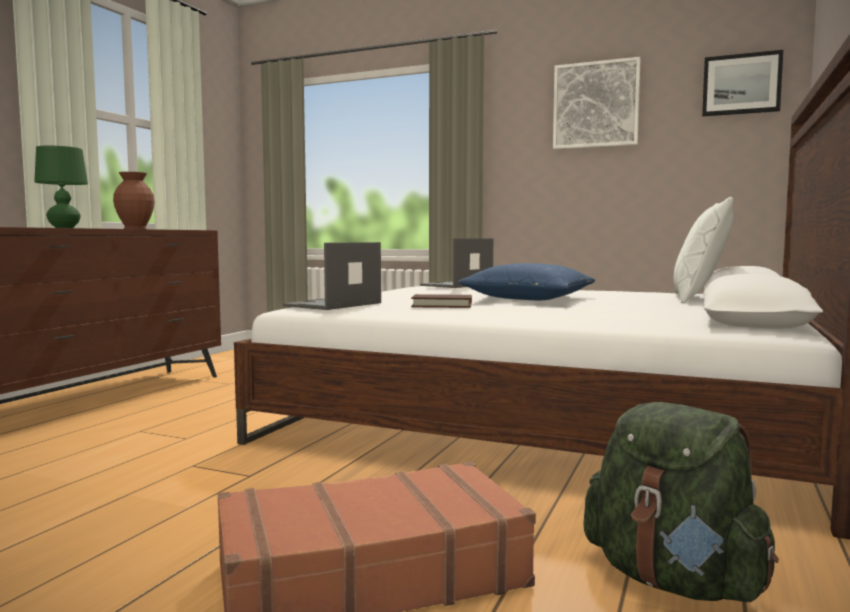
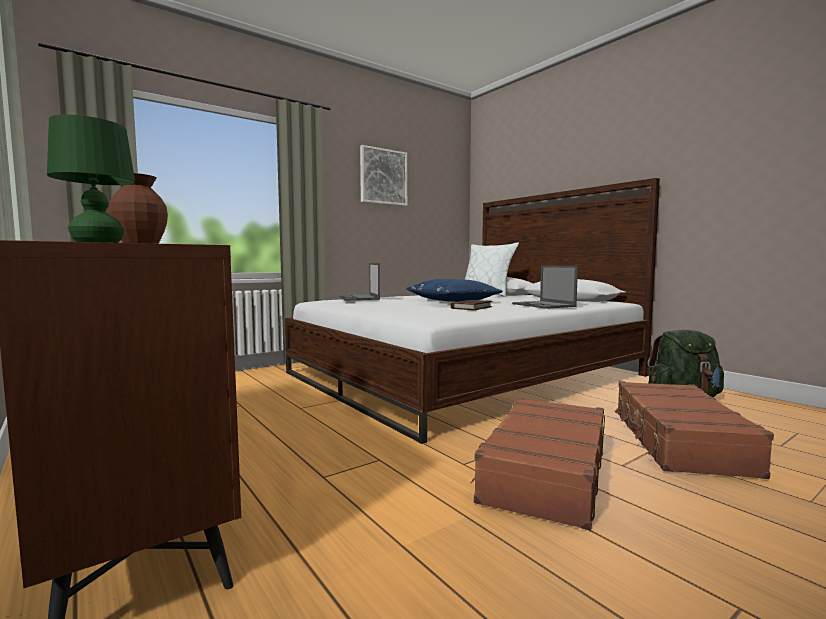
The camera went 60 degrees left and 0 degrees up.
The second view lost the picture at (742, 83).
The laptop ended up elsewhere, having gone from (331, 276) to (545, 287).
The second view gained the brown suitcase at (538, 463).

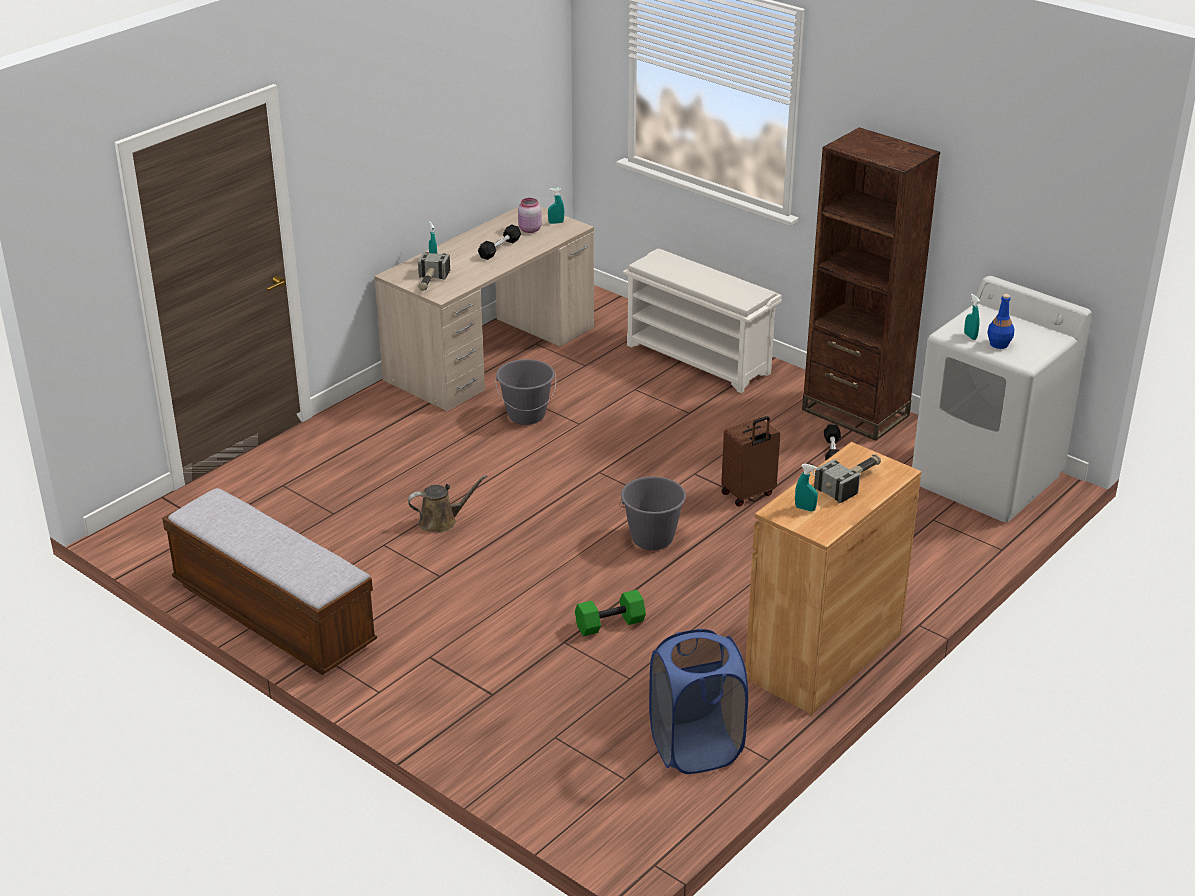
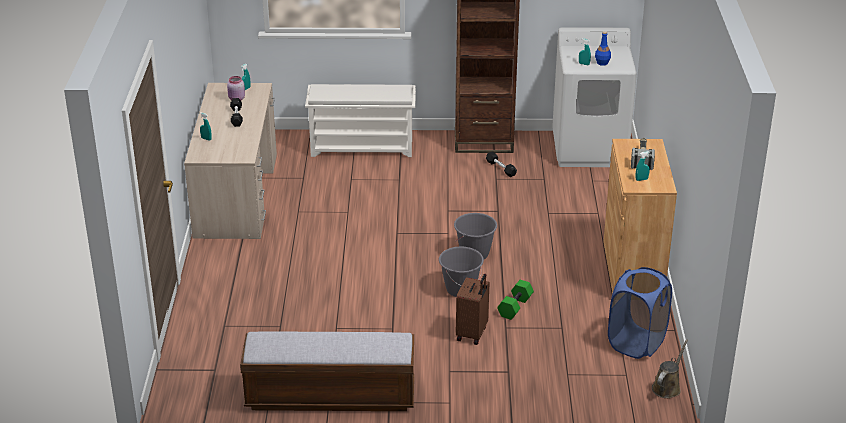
The camera went 40 degrees left and 0 degrees up.
The second view lost the hammer at (434, 271).
The grey bucket ended up elsewhere, having gone from (525, 392) to (461, 272).
The brown suitcase ended up elsewhere, having gone from (750, 461) to (472, 309).
The brown watering can ended up elsewhere, having gone from (448, 504) to (670, 369).

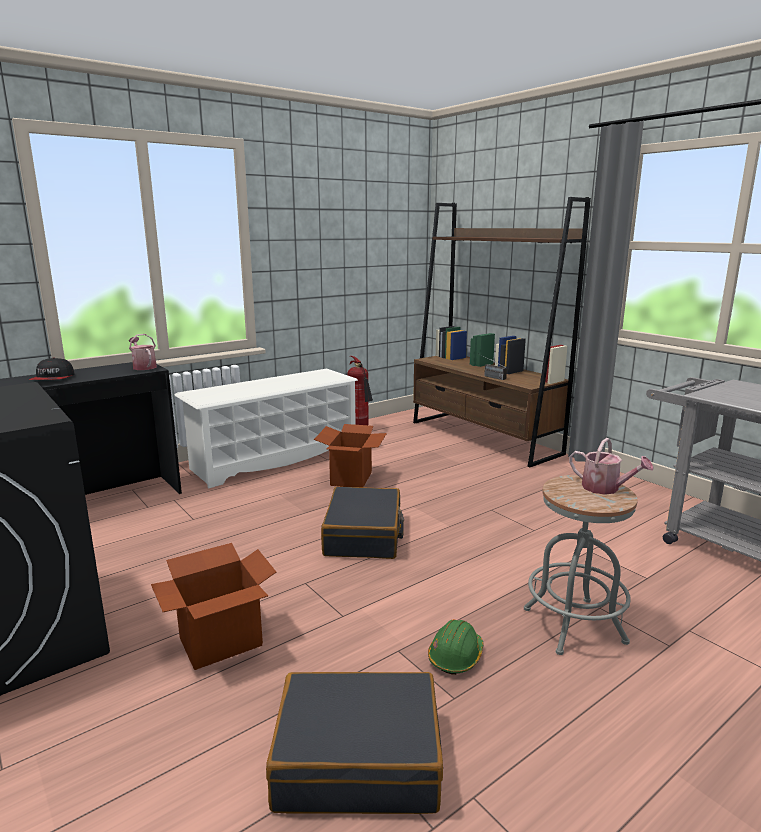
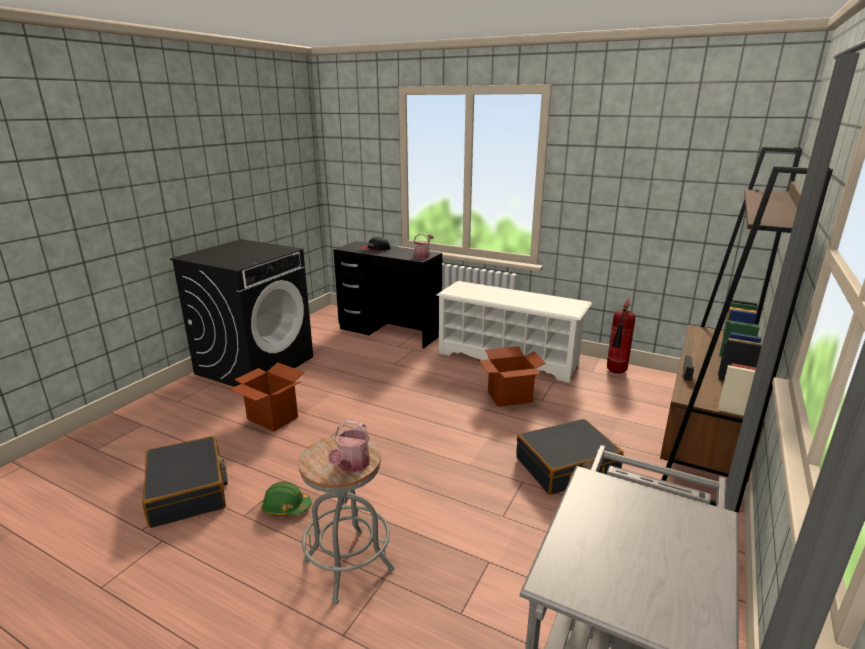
The camera went 65 degrees right and 5 degrees up.
The black suitcase ended up elsewhere, having gone from (362, 523) to (570, 457).

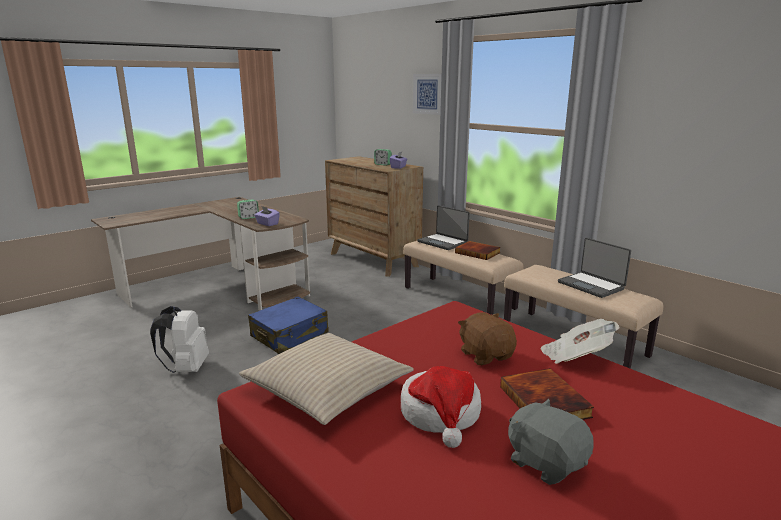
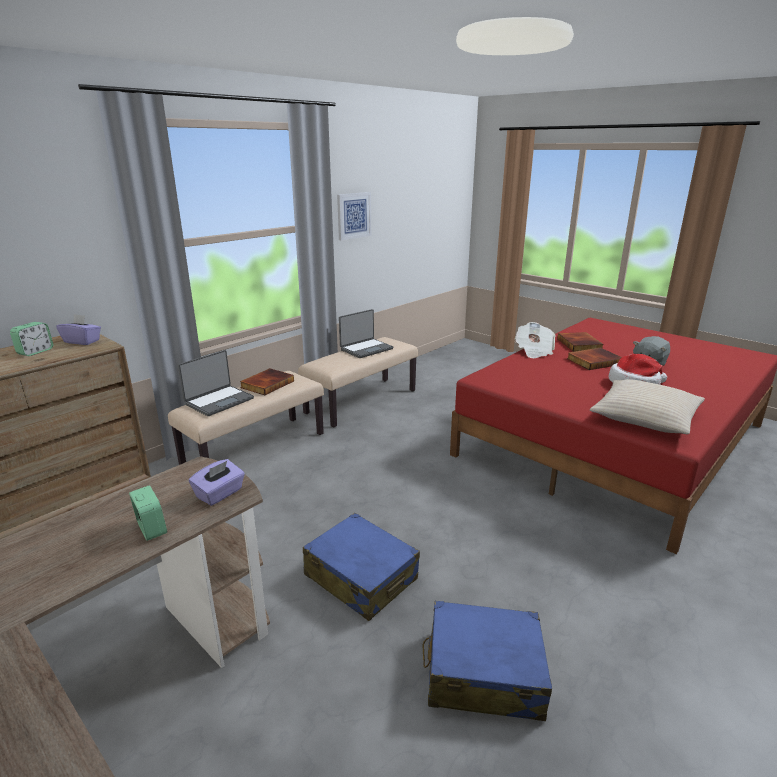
The camera went 95 degrees left and 5 degrees up.
The picture ended up elsewhere, having gone from (427, 94) to (354, 216).
Where the white backpack stood at (179, 339), the blue suitcase came to stand at (487, 661).
The second view lost the brown plush toy at (487, 338).
The second view gained the book at (580, 342).

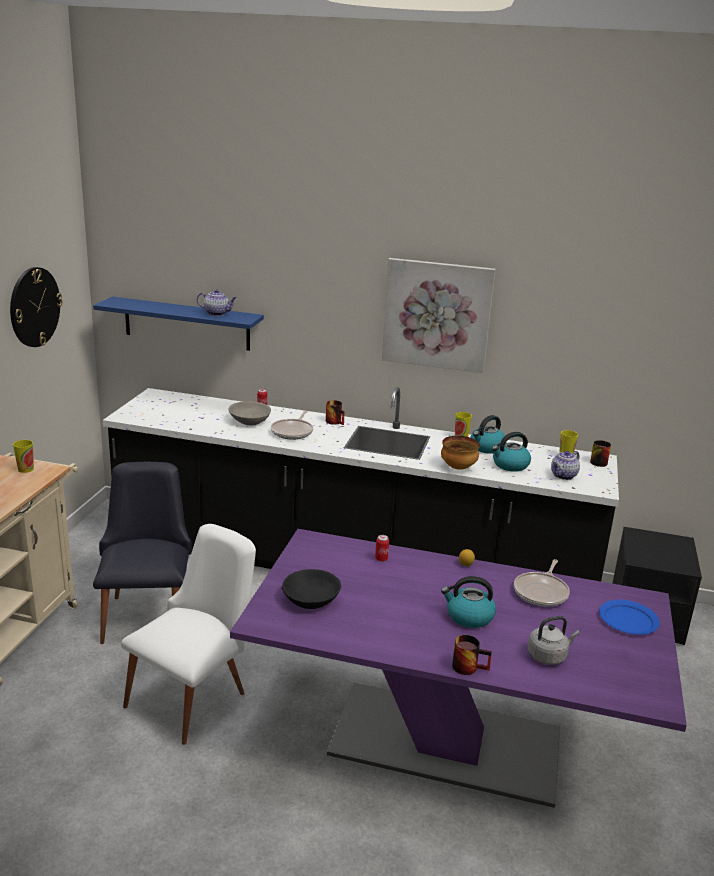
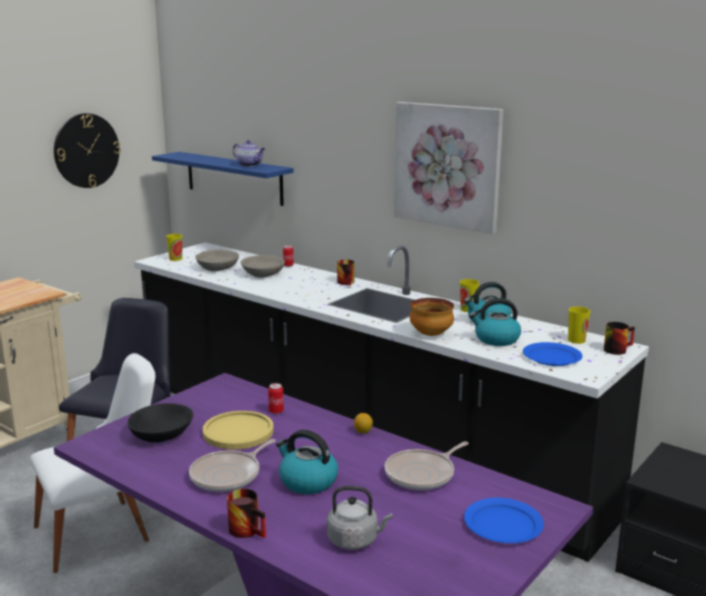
The camera went 25 degrees right and 5 degrees down.
The frying pan ended up elsewhere, having gone from (292, 425) to (232, 465).
The cup ended up elsewhere, having gone from (23, 456) to (174, 247).
Where the teapot stood at (565, 465), the blue plate came to stand at (552, 354).
The second view gained the grey bowl at (217, 260).
The second view gained the yellow plate at (238, 430).

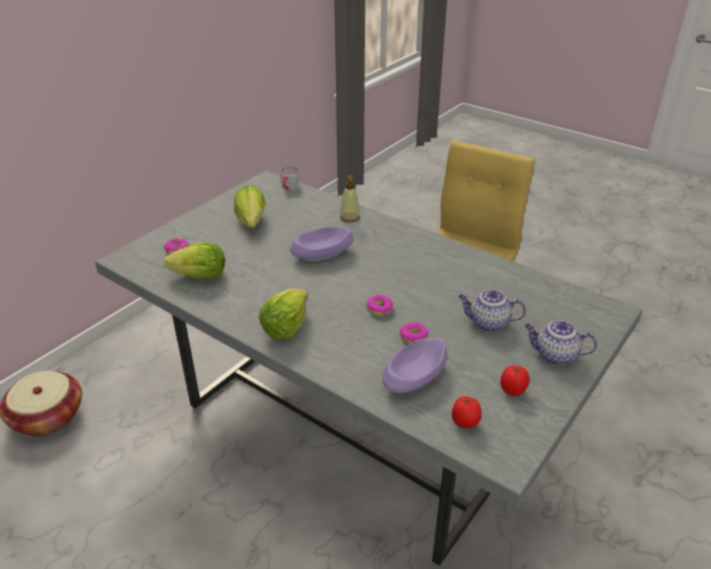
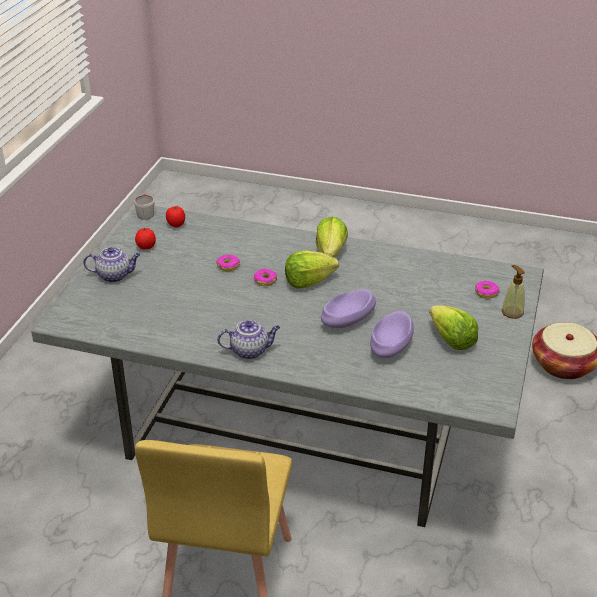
The camera went 160 degrees right and 0 degrees up.
The grey mug ended up elsewhere, having gone from (289, 178) to (144, 207).
The soap dispenser ended up elsewhere, having gone from (350, 198) to (513, 292).
The lettuce ended up elsewhere, having gone from (194, 260) to (312, 270).
The teapot ended up elsewhere, having gone from (492, 310) to (248, 339).
The purple bowl ended up elsewhere, having gone from (414, 365) to (392, 335).

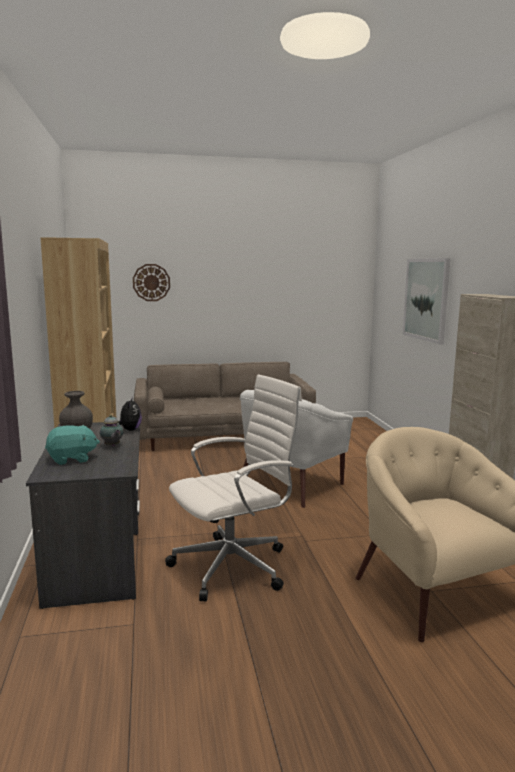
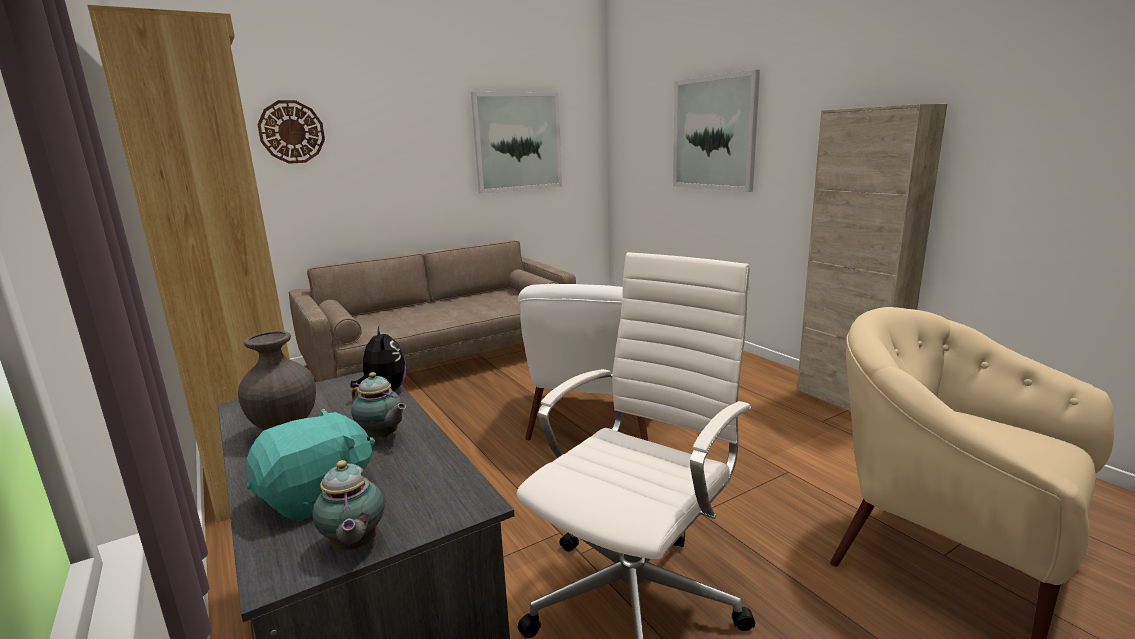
The camera went 20 degrees left and 5 degrees up.
The second view gained the picture at (516, 143).
The second view gained the teapot at (348, 505).

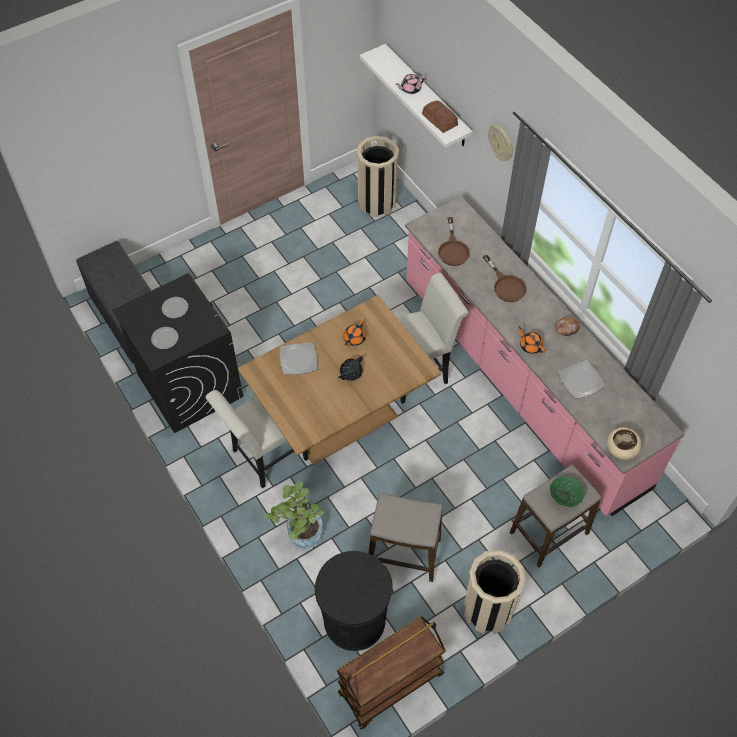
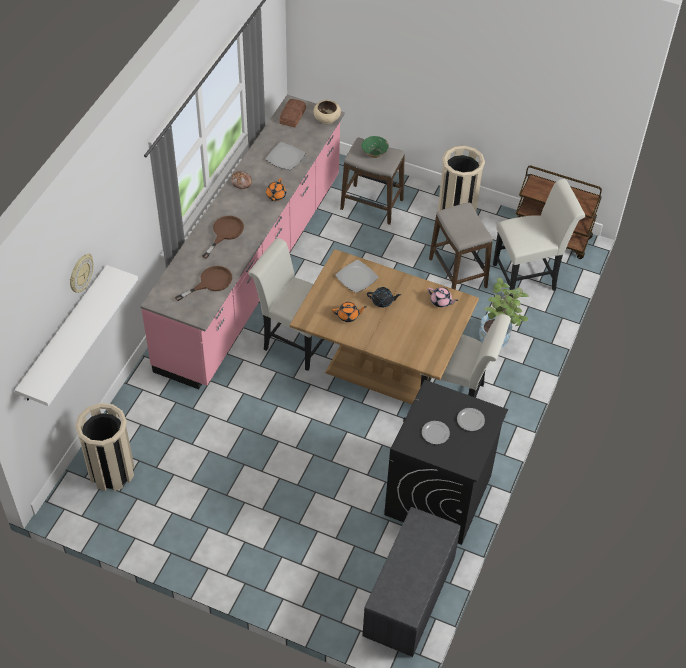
The camera went 125 degrees left and 5 degrees down.
The pink teapot ended up elsewhere, having gone from (410, 84) to (442, 297).
The bread ended up elsewhere, having gone from (440, 117) to (292, 113).
The wall clock ended up elsewhere, having gone from (500, 143) to (82, 273).
The plate ended up elsewhere, having gone from (298, 359) to (357, 276).
Where the black trash can stood at (354, 601), the white chair came to stand at (539, 238).

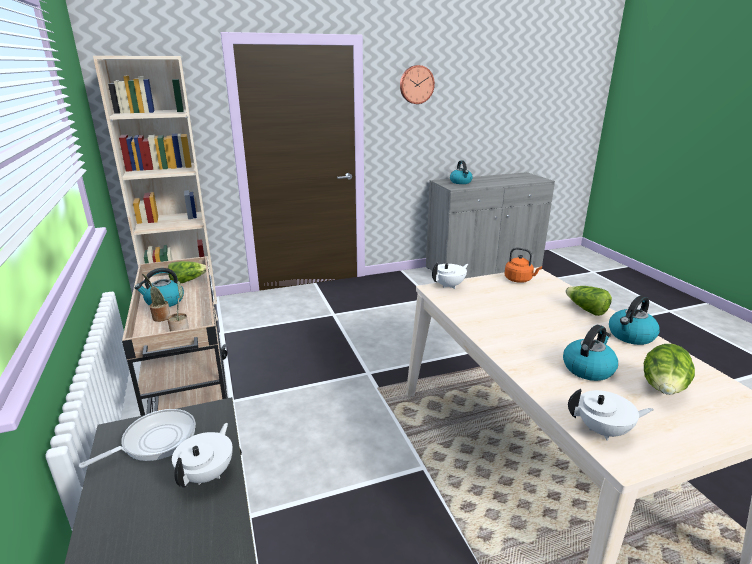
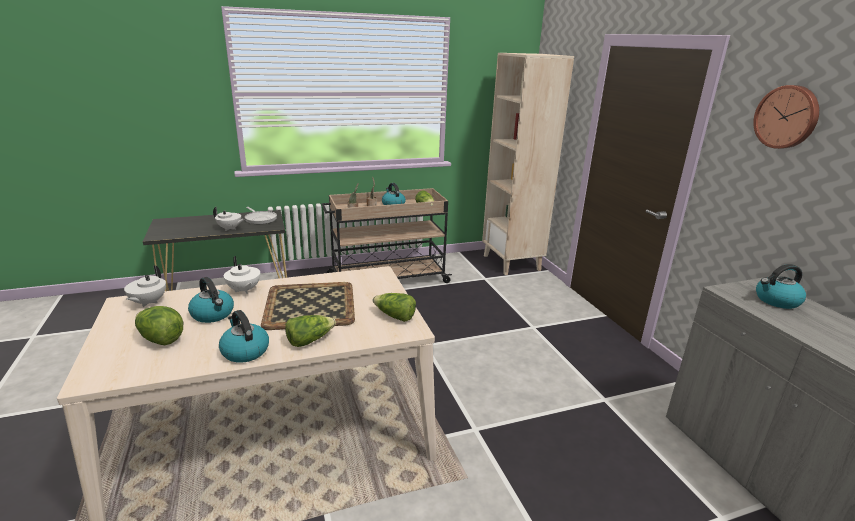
The camera went 90 degrees right and 0 degrees up.
Where the orange kettle stood at (523, 265), the lettuce came to stand at (394, 307).
The white teapot ended up elsewhere, having gone from (450, 276) to (242, 275).
The second view gained the tray at (308, 306).

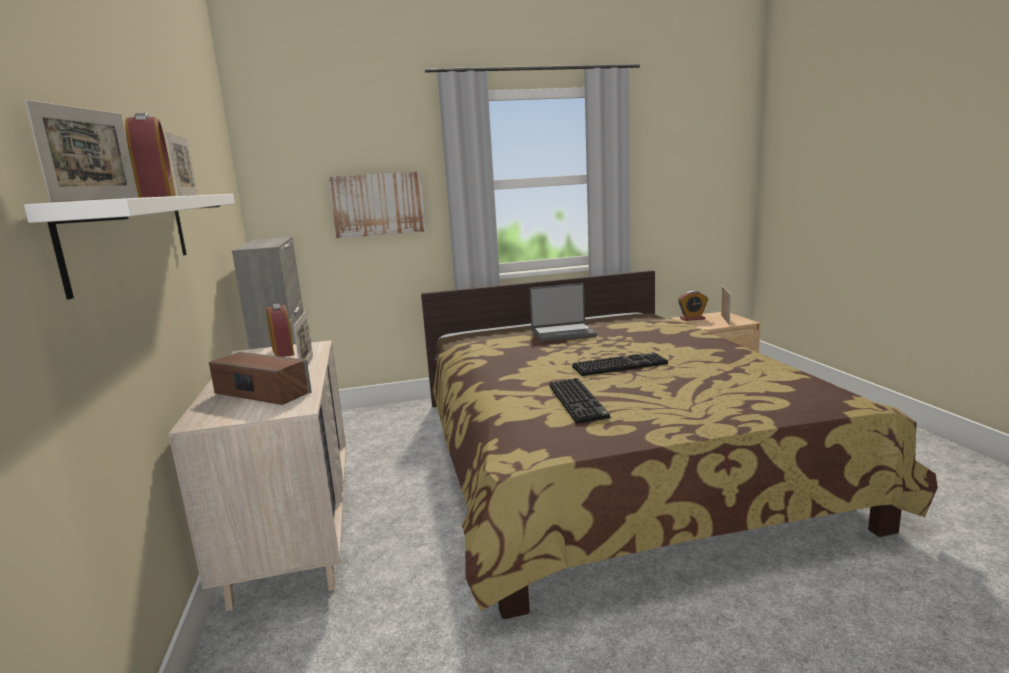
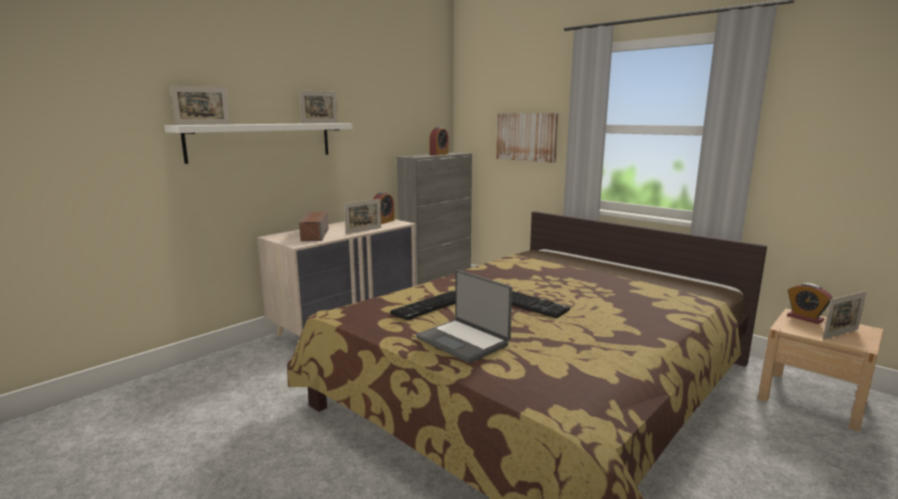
The camera went 55 degrees right and 0 degrees up.
The alarm clock ended up elsewhere, having gone from (150, 155) to (438, 141).
The laptop ended up elsewhere, having gone from (563, 312) to (464, 316).

